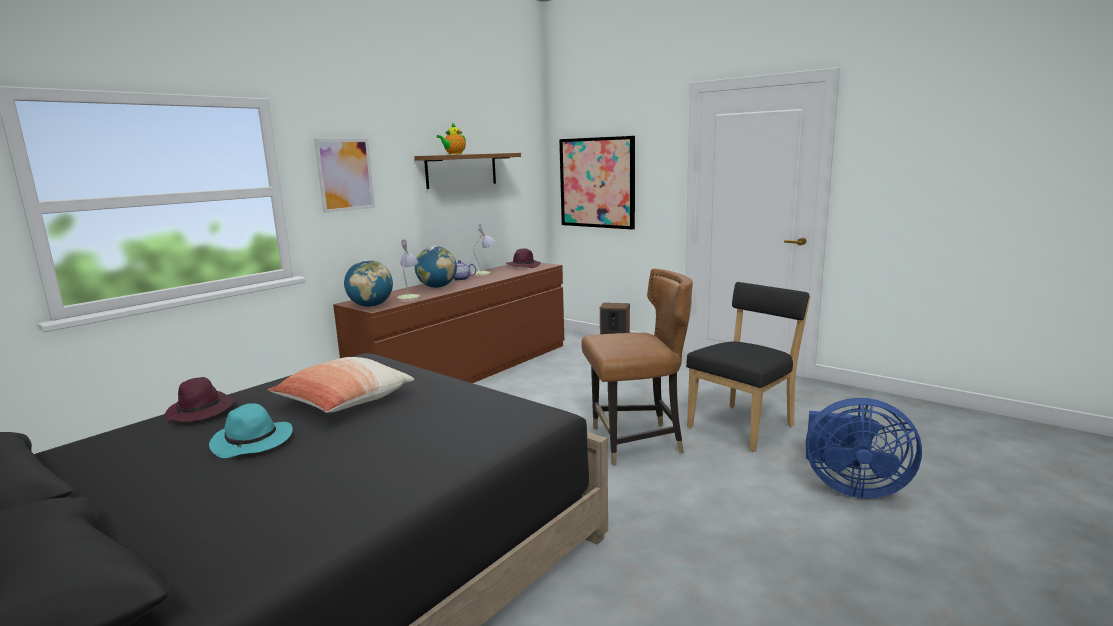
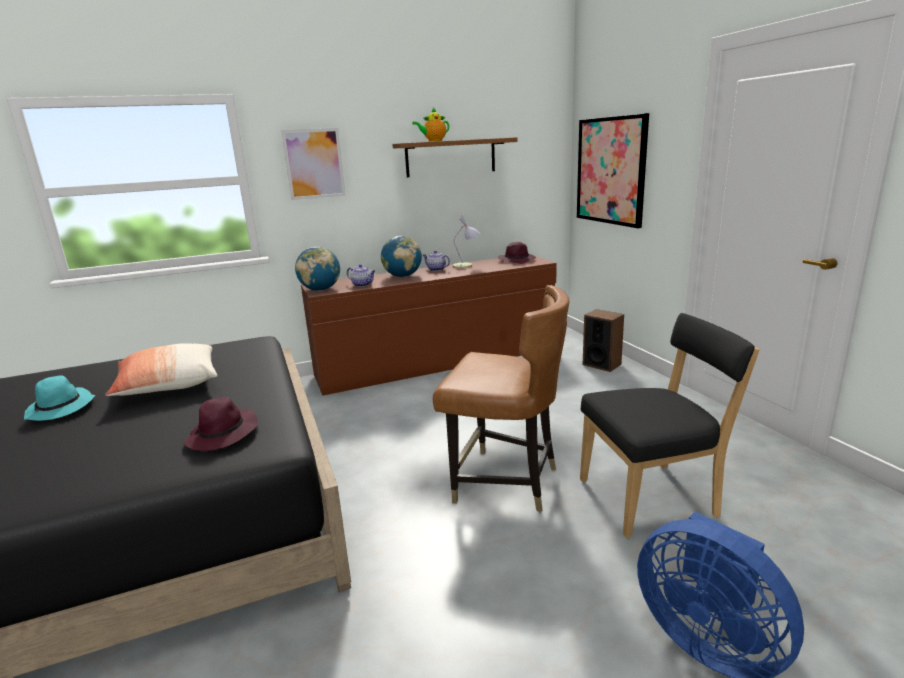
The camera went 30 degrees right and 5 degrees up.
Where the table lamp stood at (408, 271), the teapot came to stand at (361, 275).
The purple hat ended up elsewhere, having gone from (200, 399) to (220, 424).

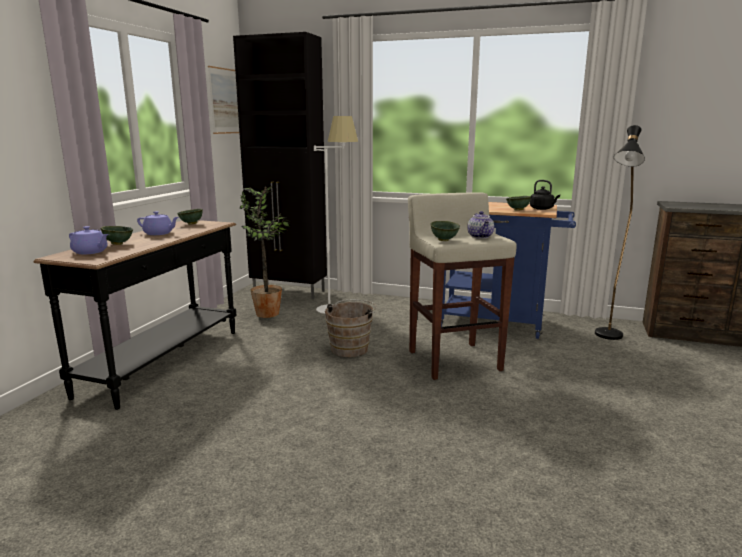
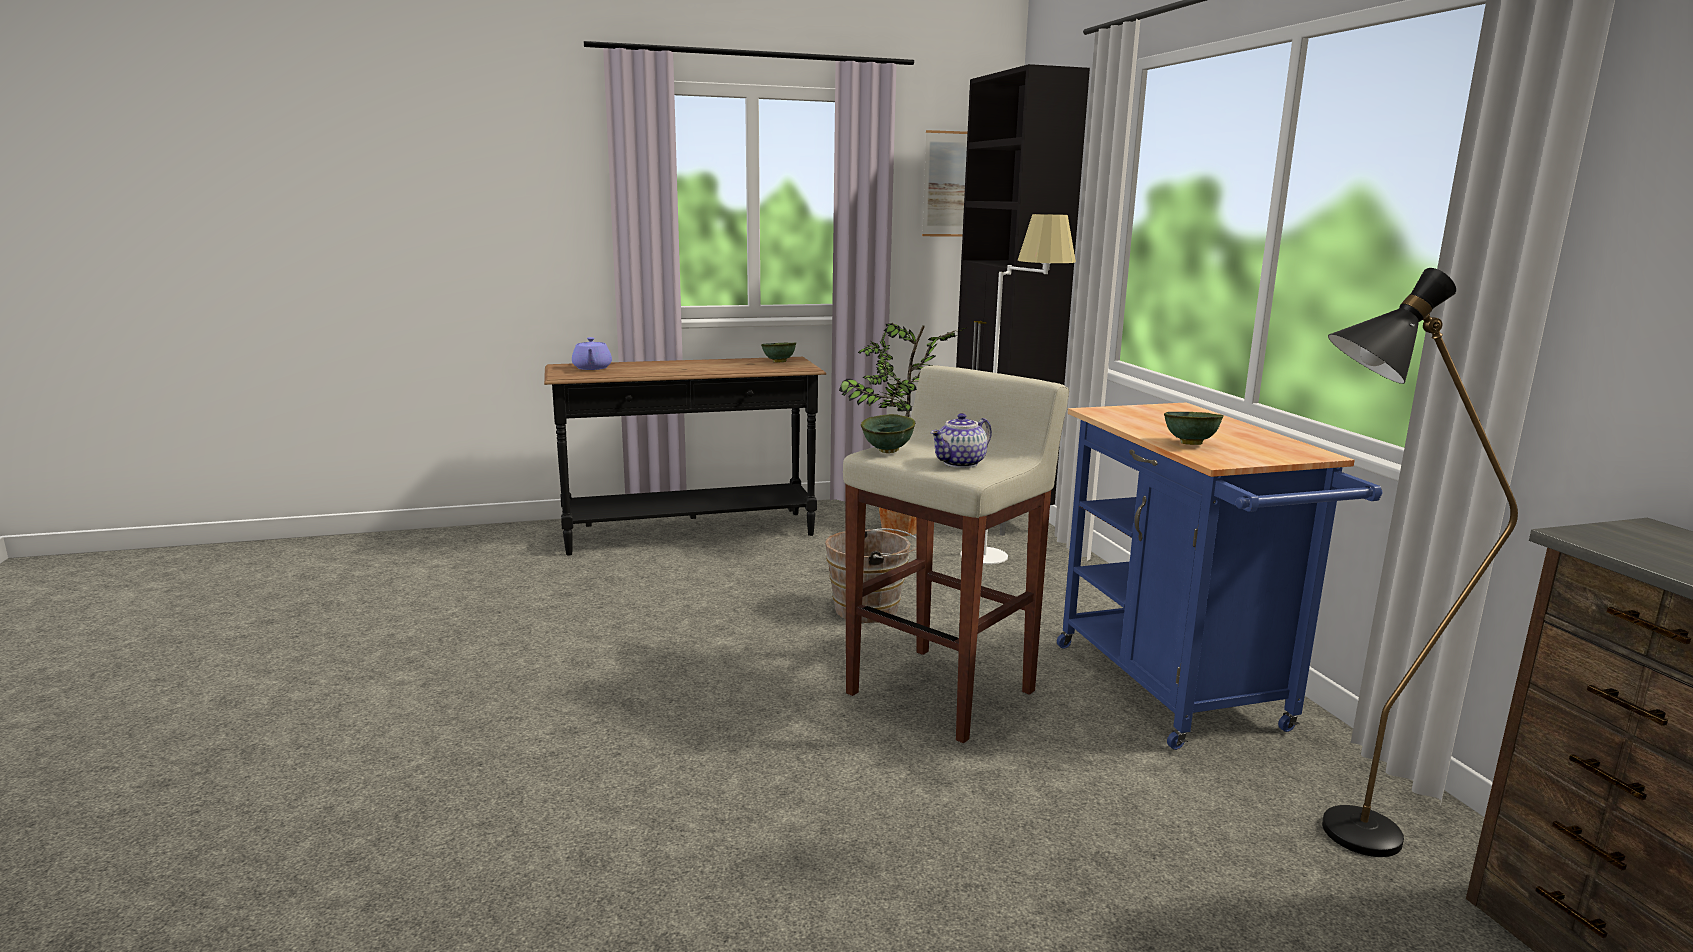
The camera went 55 degrees right and 0 degrees up.
The second view lost the black kettle at (545, 195).
The second view lost the purple teapot at (158, 223).
The second view lost the green bowl at (116, 235).

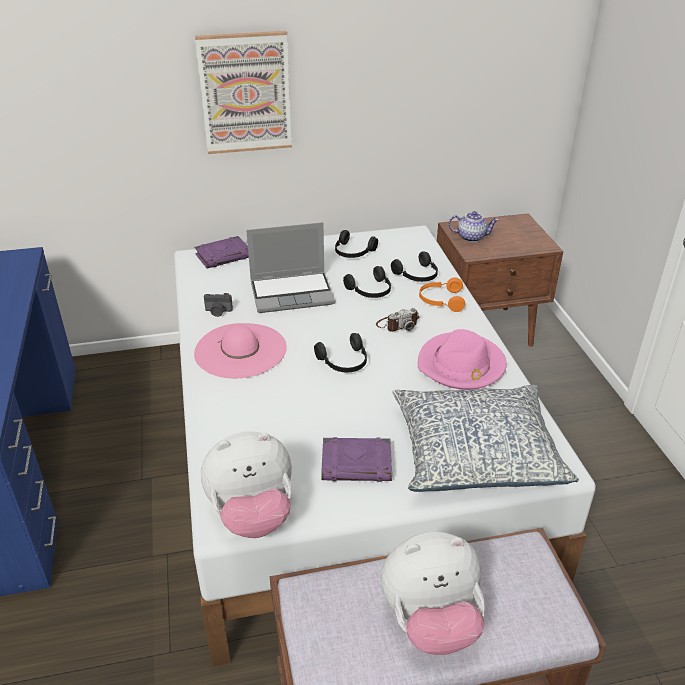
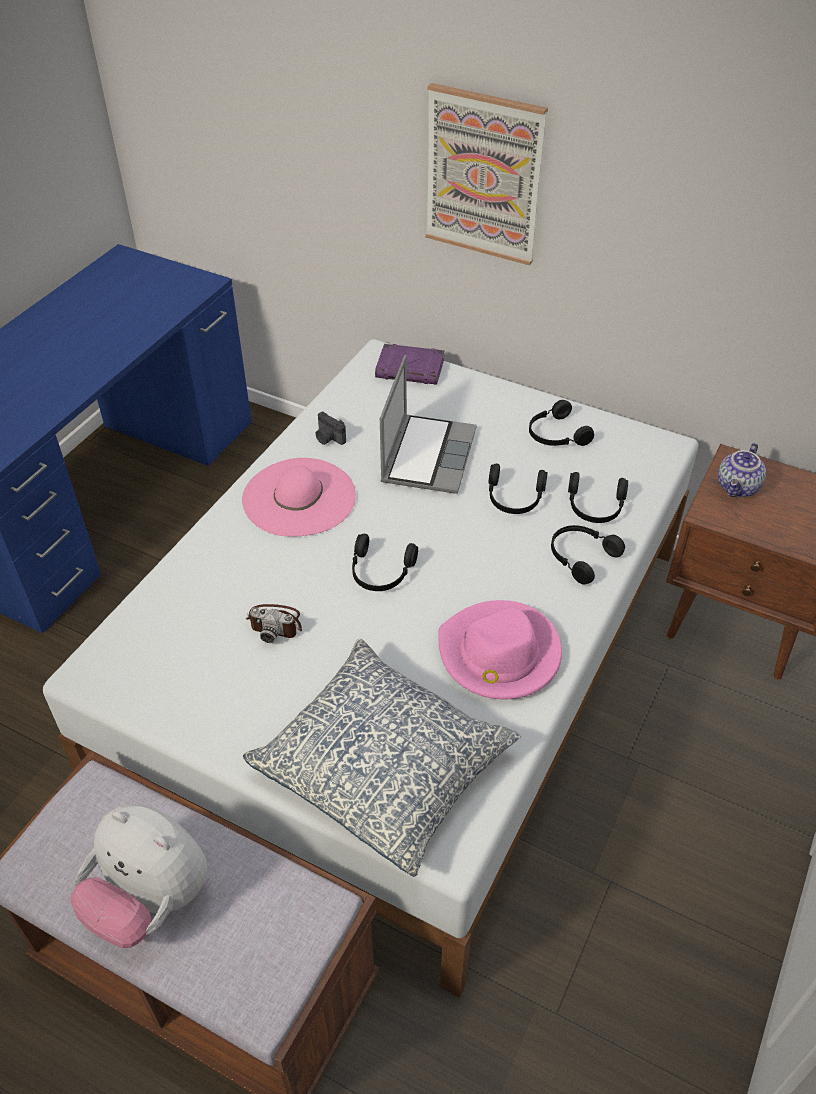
The camera went 40 degrees right and 10 degrees up.
The teapot at (473, 226) ended up facing another way, 75 degrees clockwise from before.
The laptop at (290, 267) ended up facing another way, 105 degrees counterclockwise from before.
What was the orange headphones at (442, 294) turned into the black headphones at (588, 555).
The photo camera ended up elsewhere, having gone from (397, 320) to (273, 623).
The second view lost the plush toy at (246, 484).
The second view lost the purple book at (356, 459).

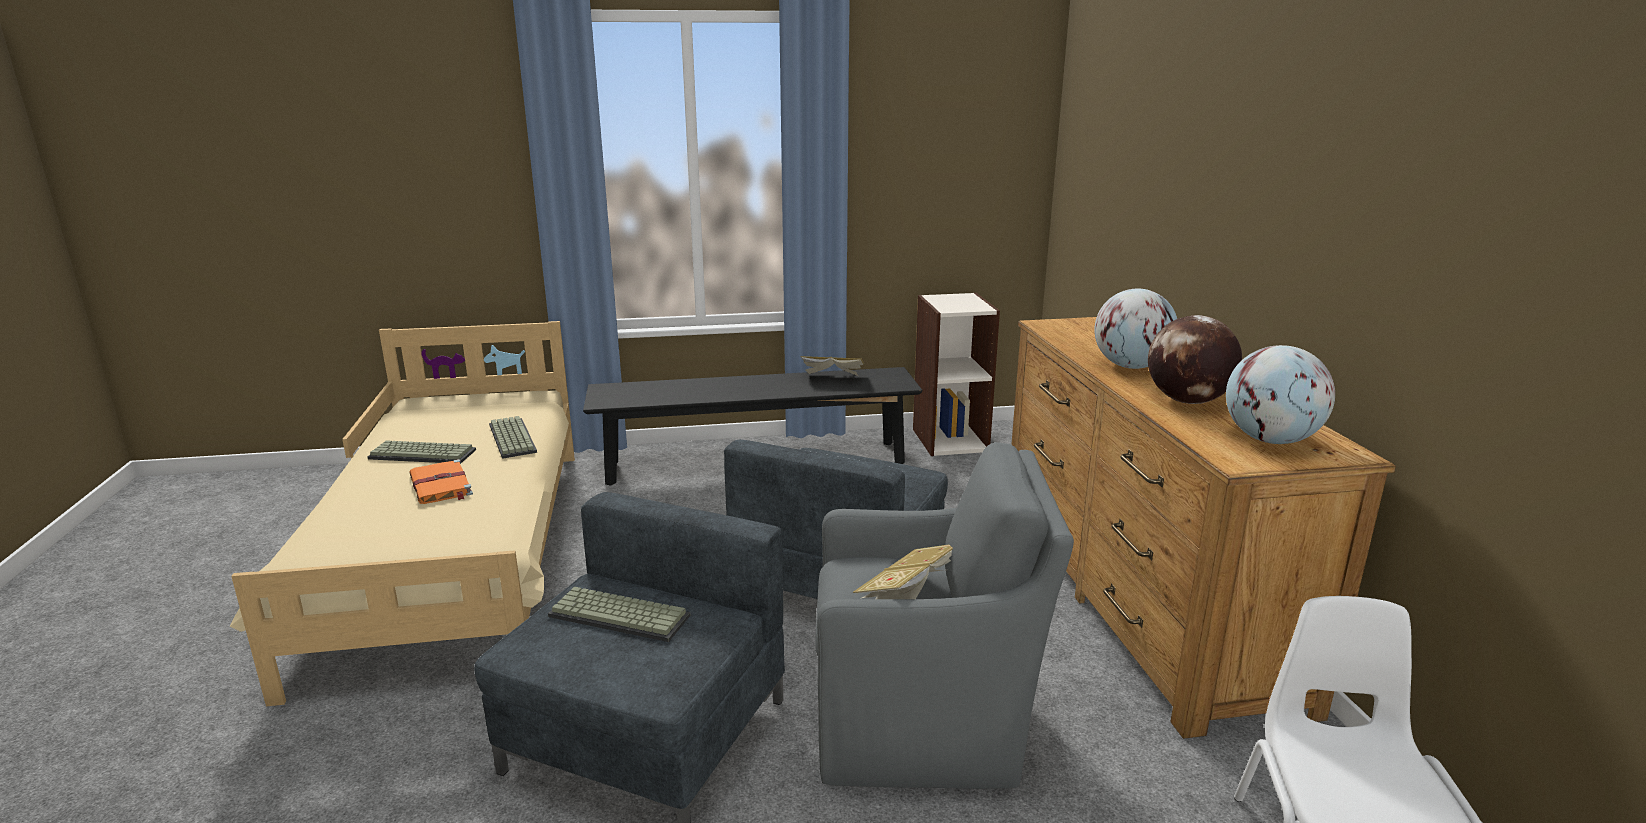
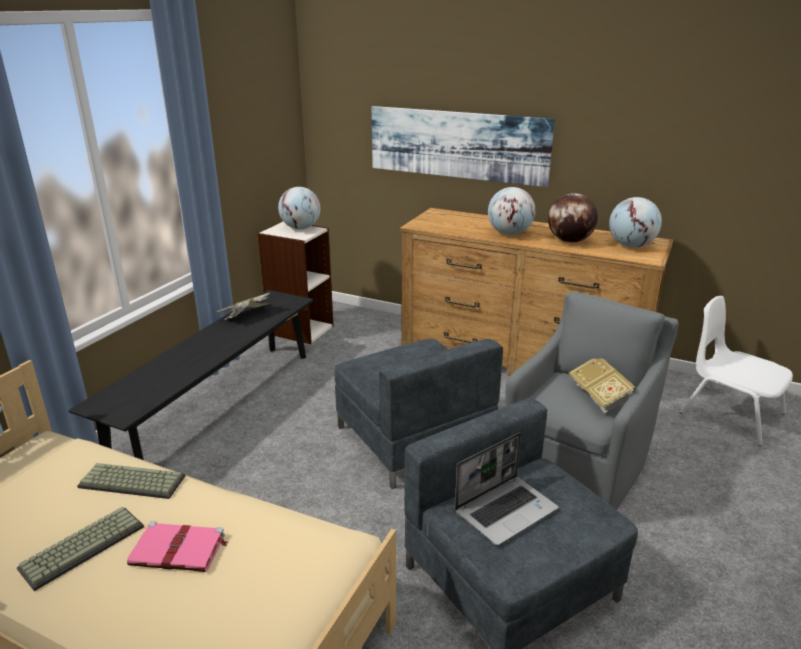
The camera went 55 degrees left and 5 degrees up.
What was the orange book at (441, 481) turned into the pink book at (177, 546).
Where the keyboard stood at (619, 614), the laptop came to stand at (506, 489).
The second view gained the picture at (463, 146).
The second view gained the globe at (299, 208).

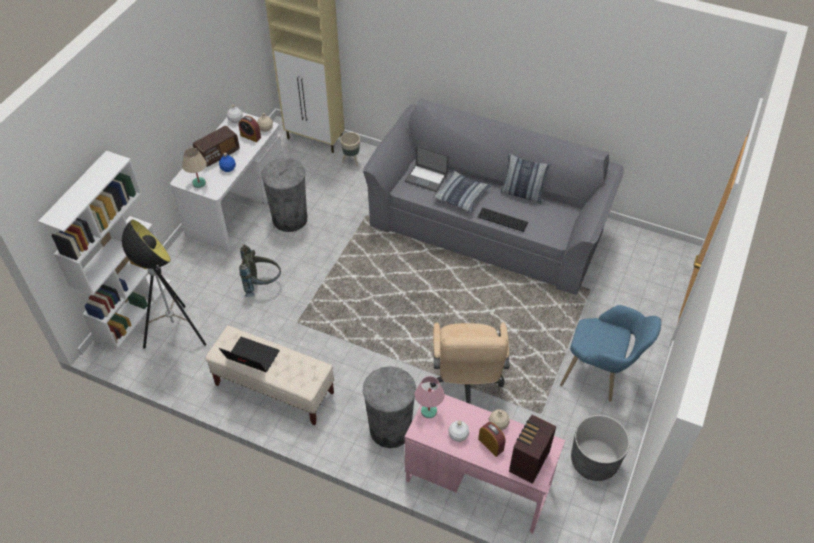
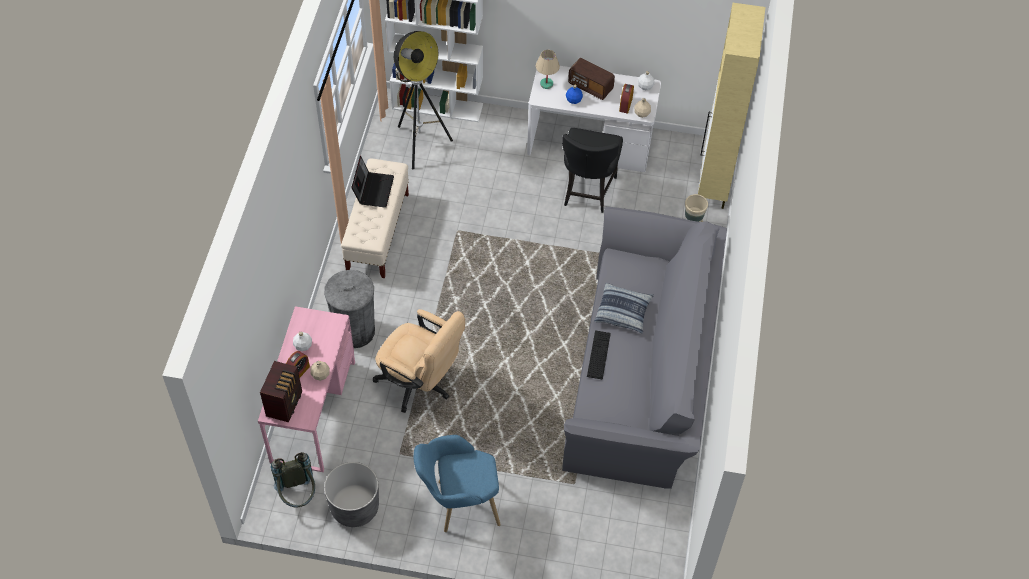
The camera went 75 degrees right and 5 degrees up.
The second view lost the laptop at (427, 169).
The second view lost the pillow at (525, 178).
Where the grey trash can stood at (284, 195), the black chair came to stand at (592, 170).
The grey backpack ended up elsewhere, having gone from (260, 270) to (293, 480).
The blue armchair at (610, 353) ended up facing another way, 75 degrees clockwise from before.
The beige office chair at (469, 363) ended up facing another way, 135 degrees counterclockwise from before.
The second view lost the pink table lamp at (430, 397).
The radio at (532, 449) ended up facing another way, 90 degrees clockwise from before.

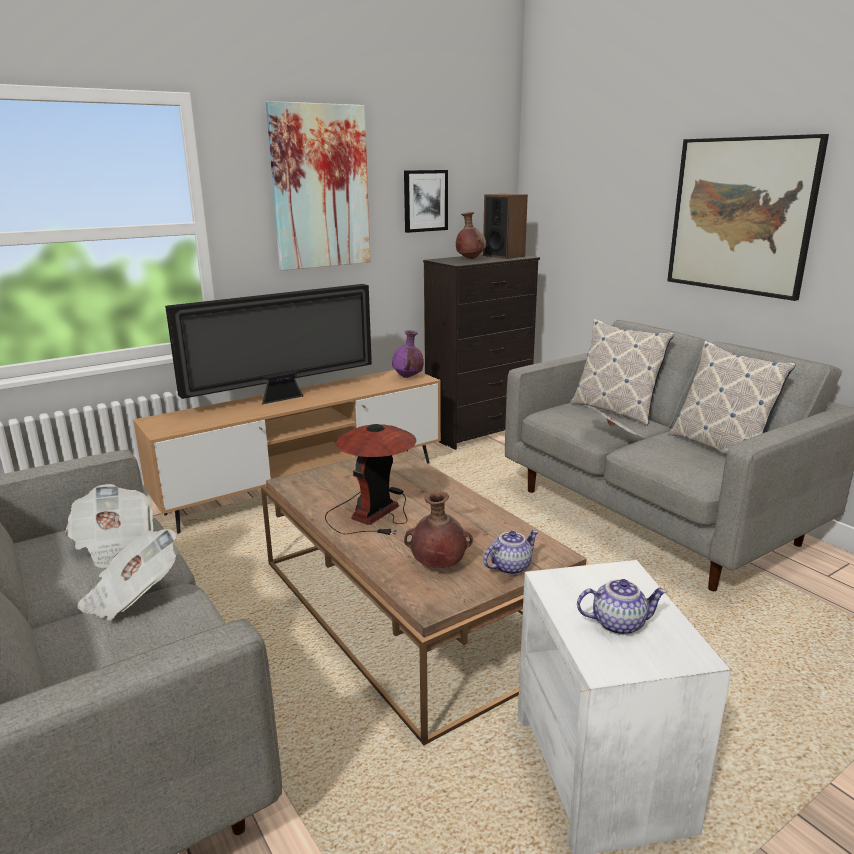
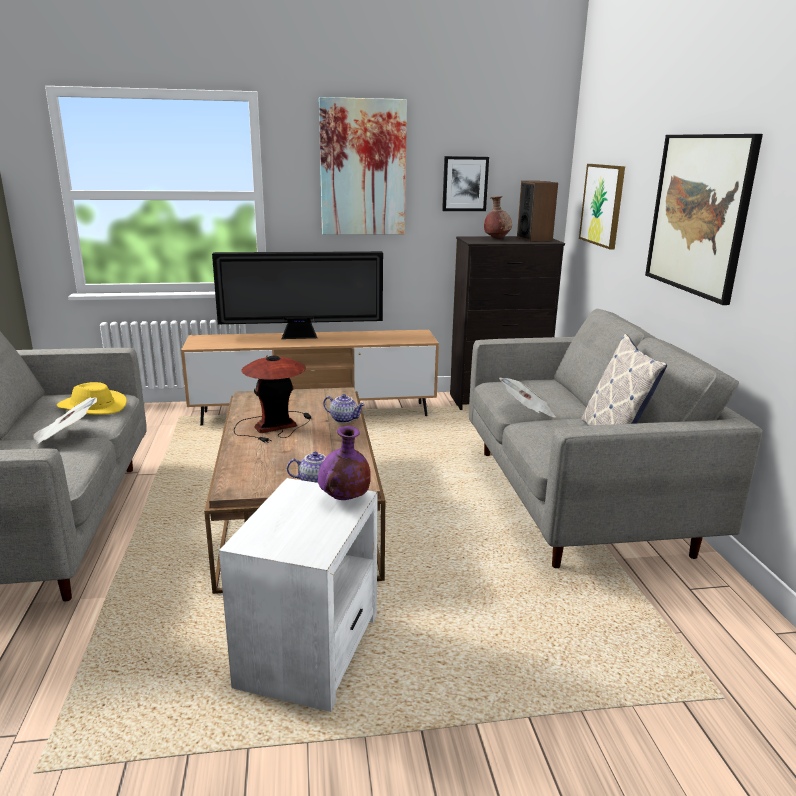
The camera went 25 degrees right and 0 degrees up.
The second view lost the pillow at (622, 372).
The purple vase ended up elsewhere, having gone from (408, 354) to (344, 463).
Where the newspaper stood at (109, 526), the yellow hat came to stand at (92, 398).
The second view lost the brown vase at (438, 529).
The teapot ended up elsewhere, having gone from (622, 607) to (344, 408).
The second view gained the picture at (602, 207).

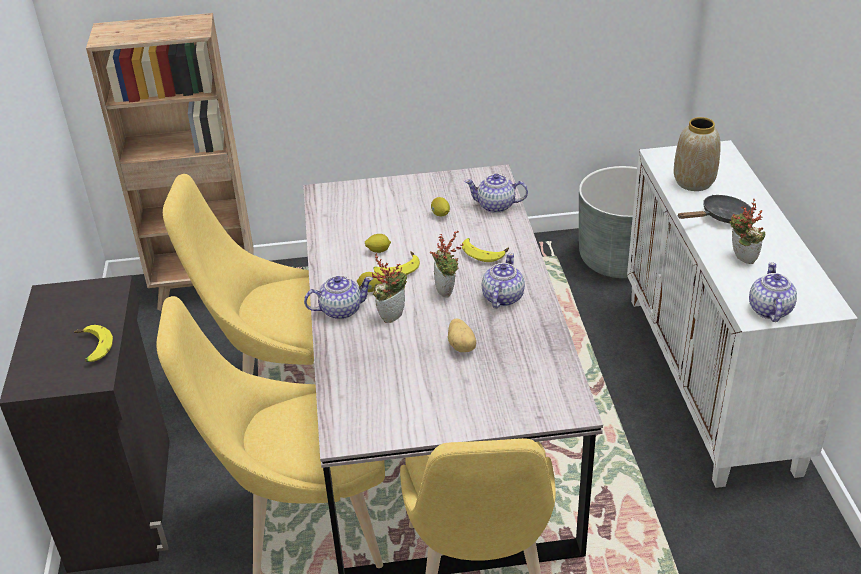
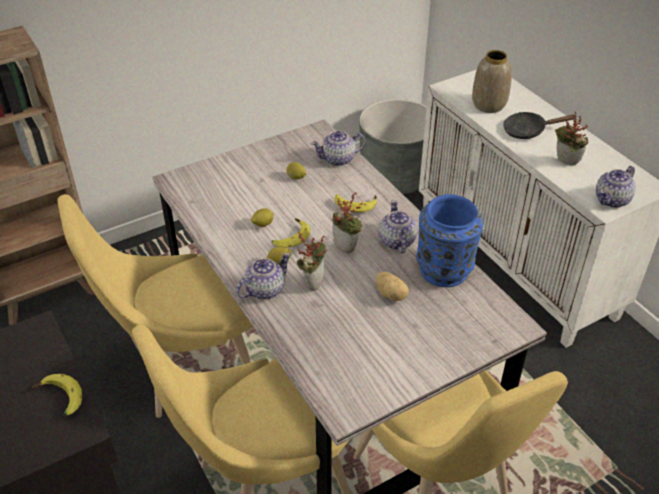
The camera went 25 degrees left and 5 degrees up.
The black frying pan at (715, 209) ended up facing another way, 135 degrees counterclockwise from before.
The teapot at (773, 292) ended up facing another way, 120 degrees counterclockwise from before.
The second view gained the blue vase at (450, 240).

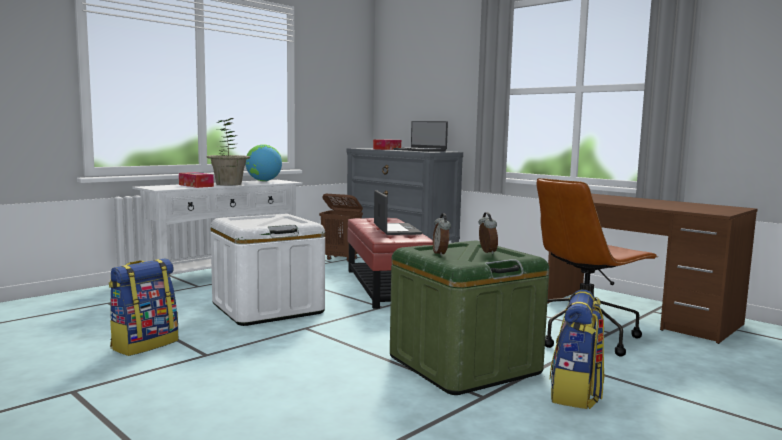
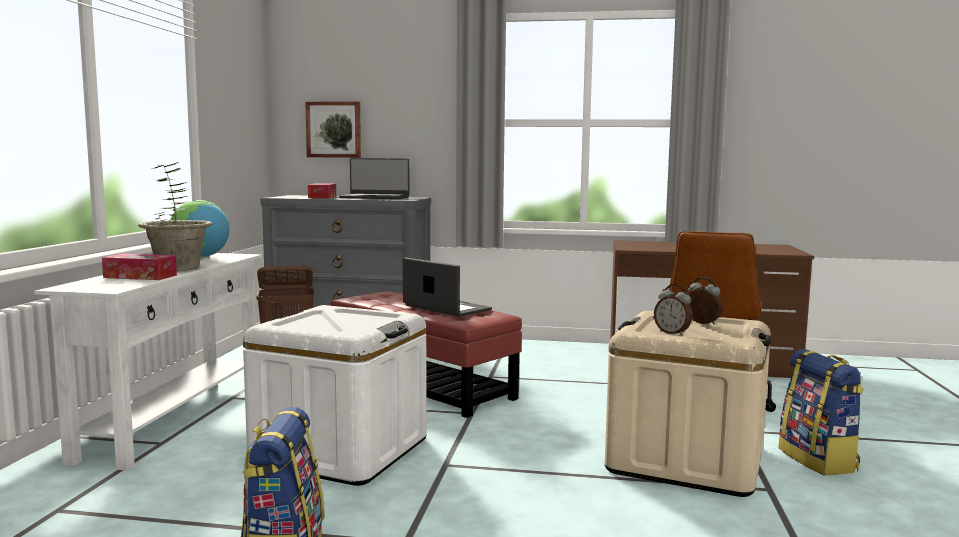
The camera went 35 degrees left and 0 degrees up.
What was the green storage box at (469, 318) turned into the beige storage box at (688, 404).
The second view gained the picture at (333, 130).

